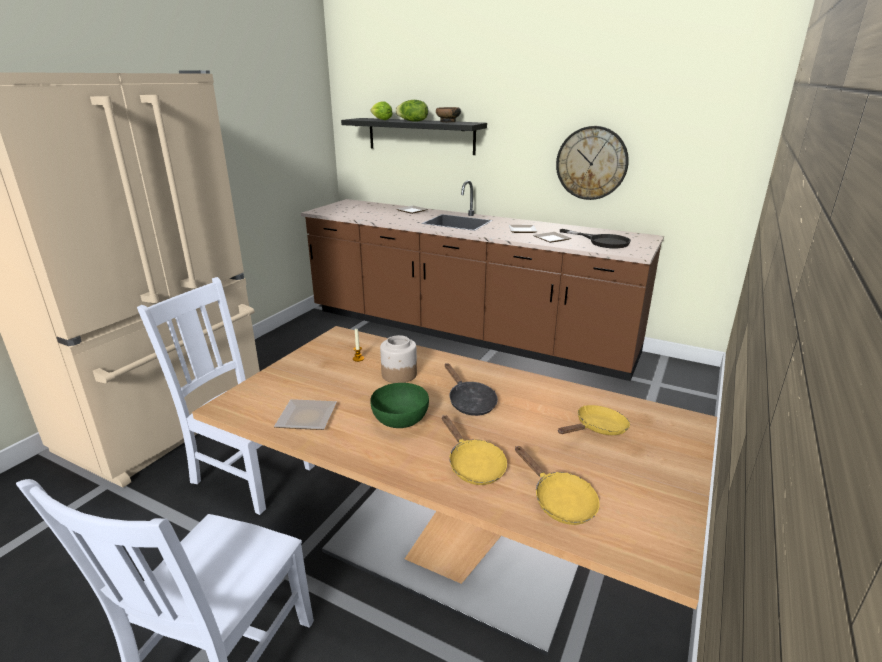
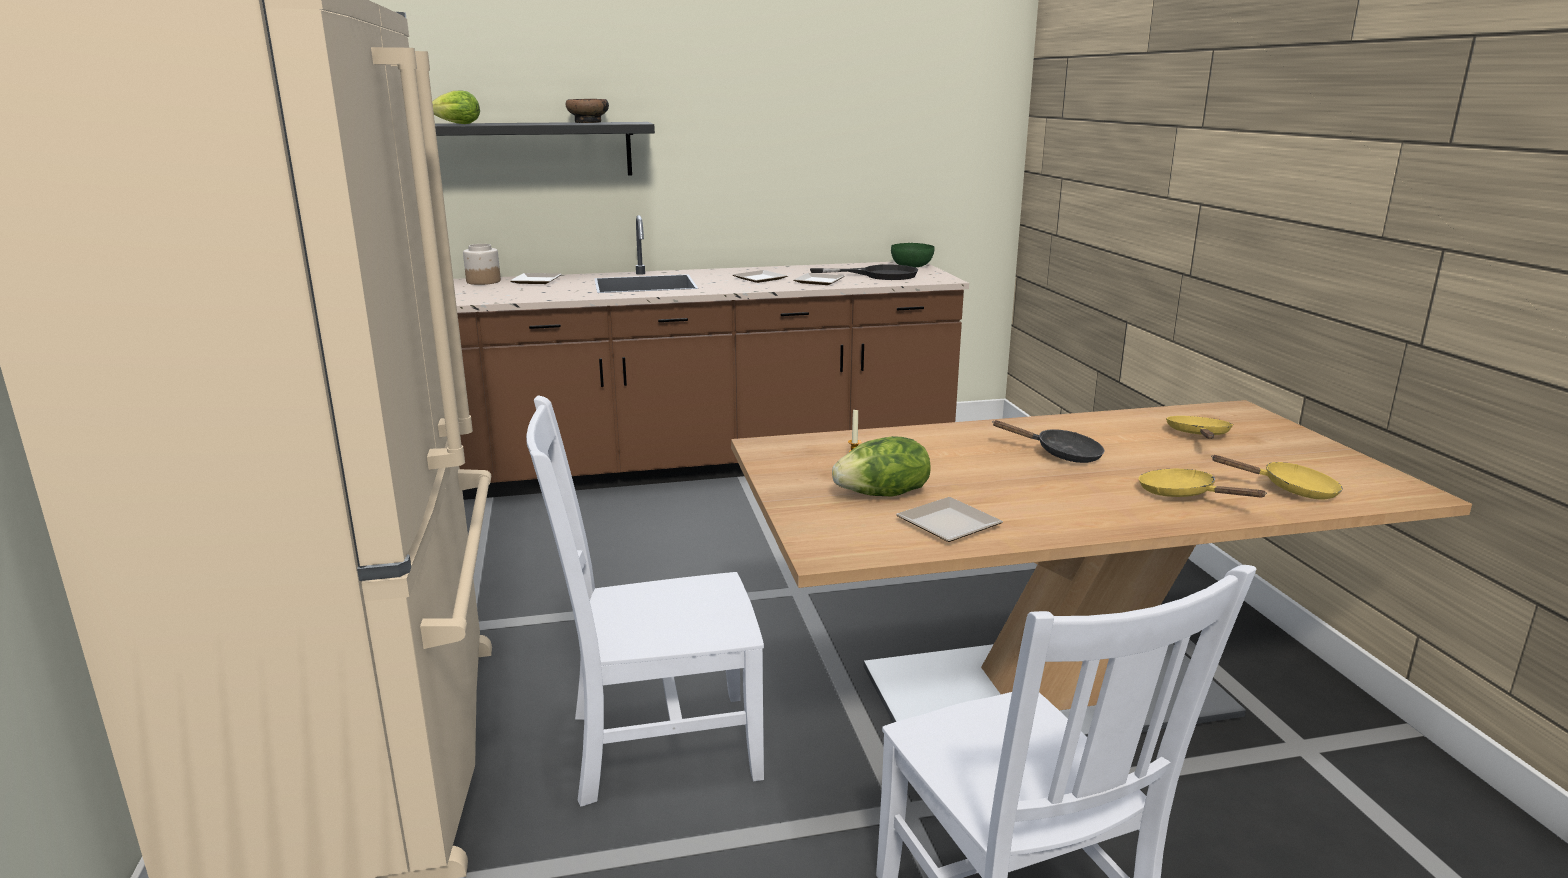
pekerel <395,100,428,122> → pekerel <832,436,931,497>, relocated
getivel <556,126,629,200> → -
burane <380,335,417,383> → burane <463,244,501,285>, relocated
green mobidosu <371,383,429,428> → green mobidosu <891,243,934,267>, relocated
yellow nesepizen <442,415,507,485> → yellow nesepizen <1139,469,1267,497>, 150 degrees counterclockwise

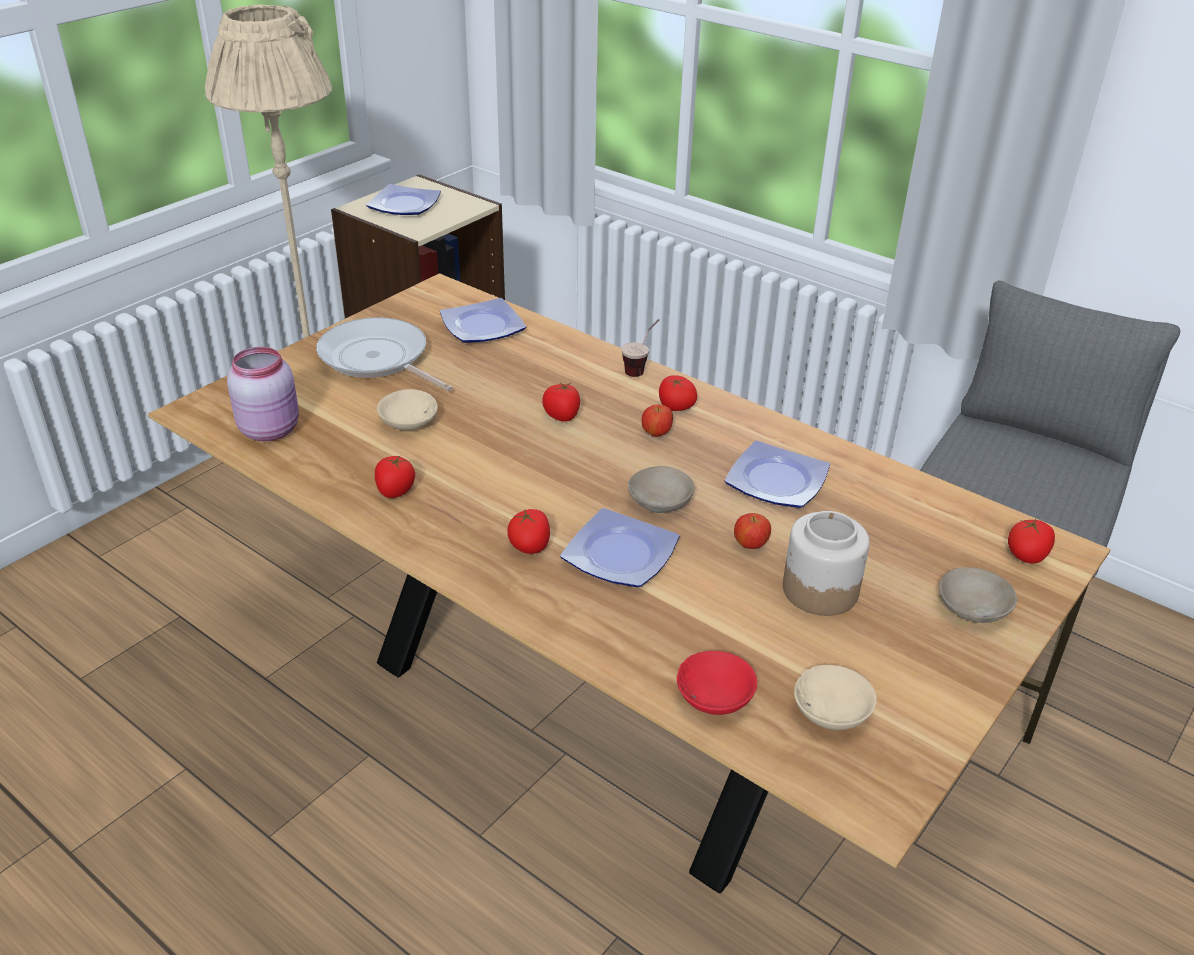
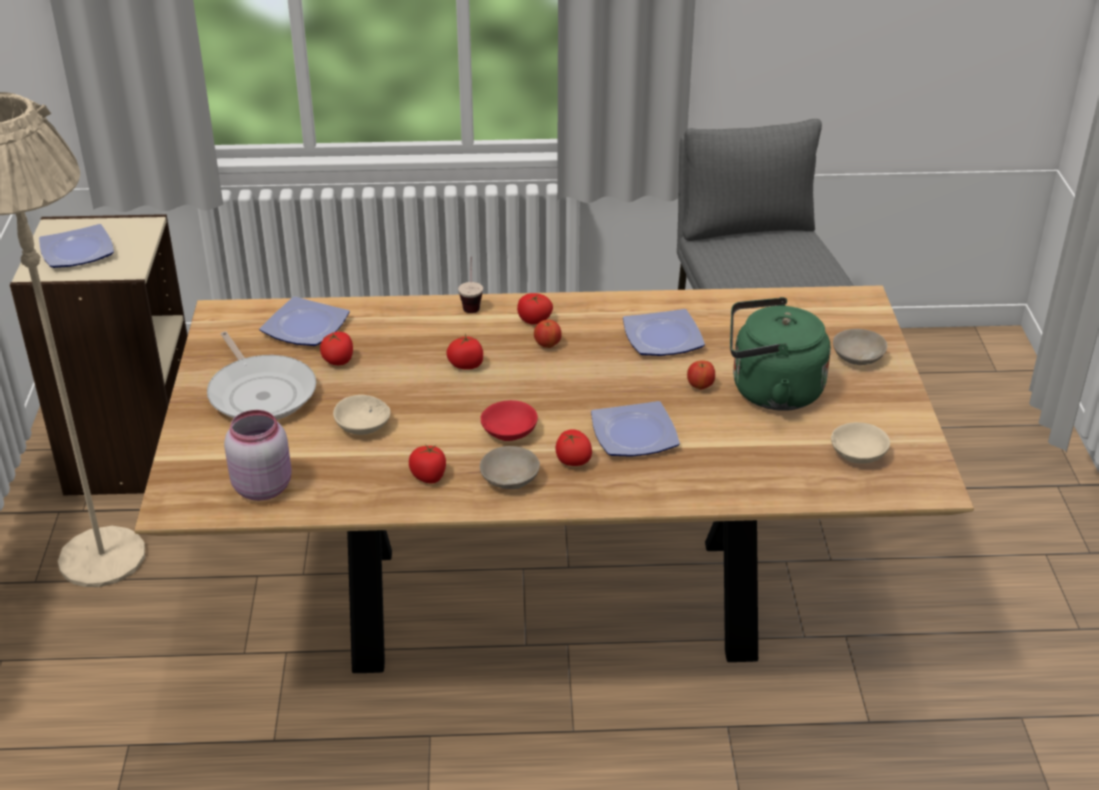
nesepizen <316,317,453,391> → nesepizen <207,331,316,420>, 120 degrees counterclockwise
beige mobidosu <628,466,694,513> → beige mobidosu <480,446,540,489>, relocated
burane <783,511,870,616> → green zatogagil <730,297,831,411>
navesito <1008,519,1055,564> → navesito <320,332,353,365>, relocated
red mobidosu <677,651,757,715> → red mobidosu <481,400,538,441>, relocated

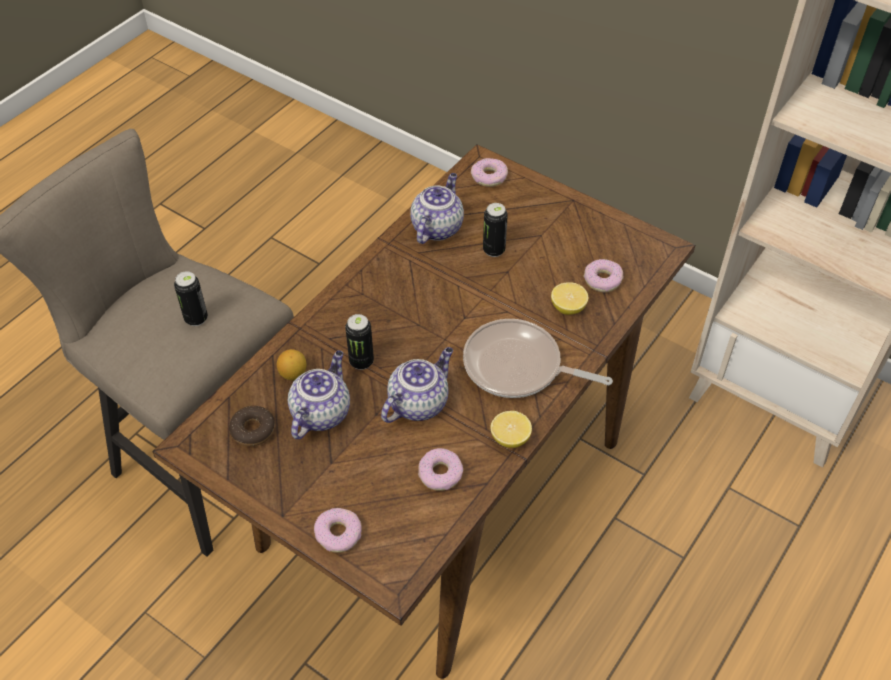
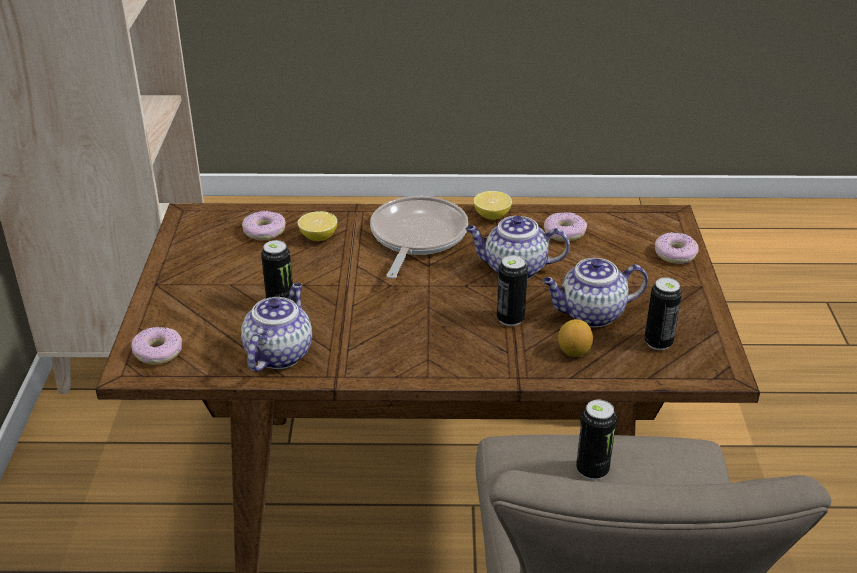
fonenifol <410,173,464,244> → fonenifol <241,283,312,372>, 120 degrees clockwise
nesepizen <463,319,613,398> → nesepizen <370,196,468,279>, 150 degrees counterclockwise
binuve <229,406,275,446> → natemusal <644,277,682,350>

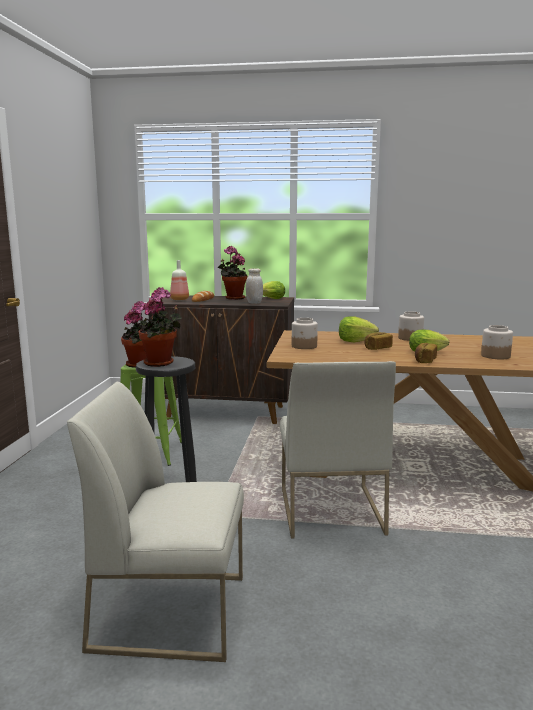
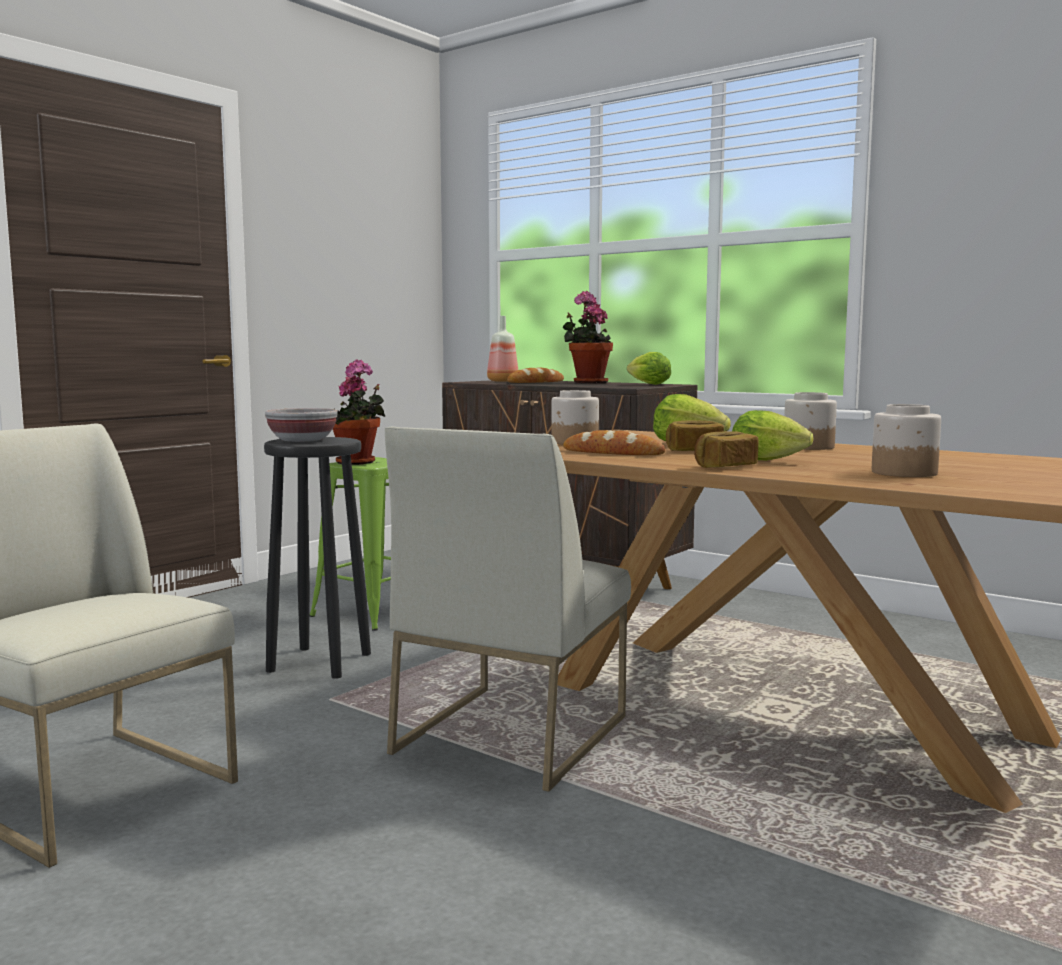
white burane <246,268,263,304> → -
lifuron <139,287,182,367> → mobidosu <265,408,338,442>
- → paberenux <563,430,665,455>

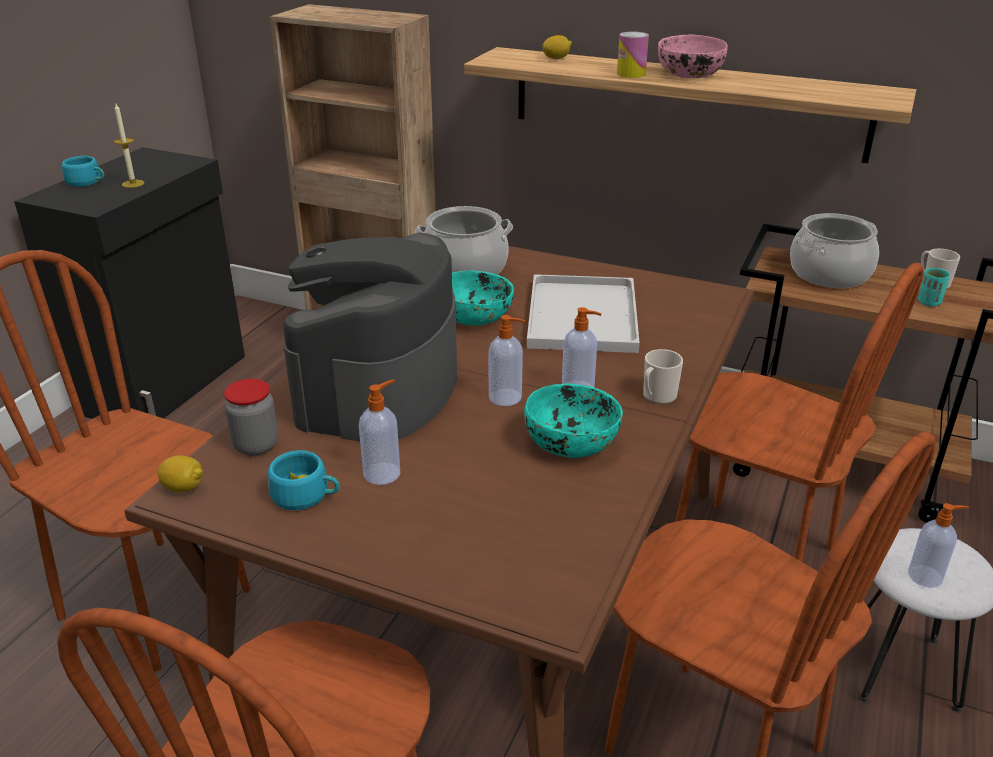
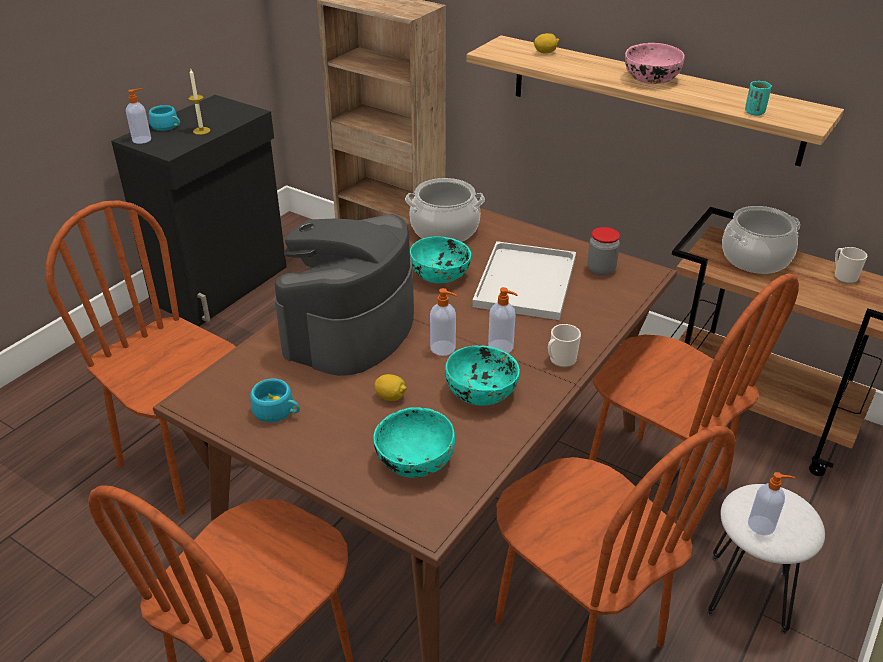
natemusal <617,31,649,78> → -
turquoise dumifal <918,268,950,306> → turquoise dumifal <745,81,772,116>, relocated
burane <224,379,278,456> → burane <587,227,620,276>, relocated
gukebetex <359,379,400,485> → gukebetex <126,88,151,144>, relocated
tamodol <158,455,203,492> → tamodol <374,374,407,401>, relocated
- → turquoise mobidosu <373,407,455,478>

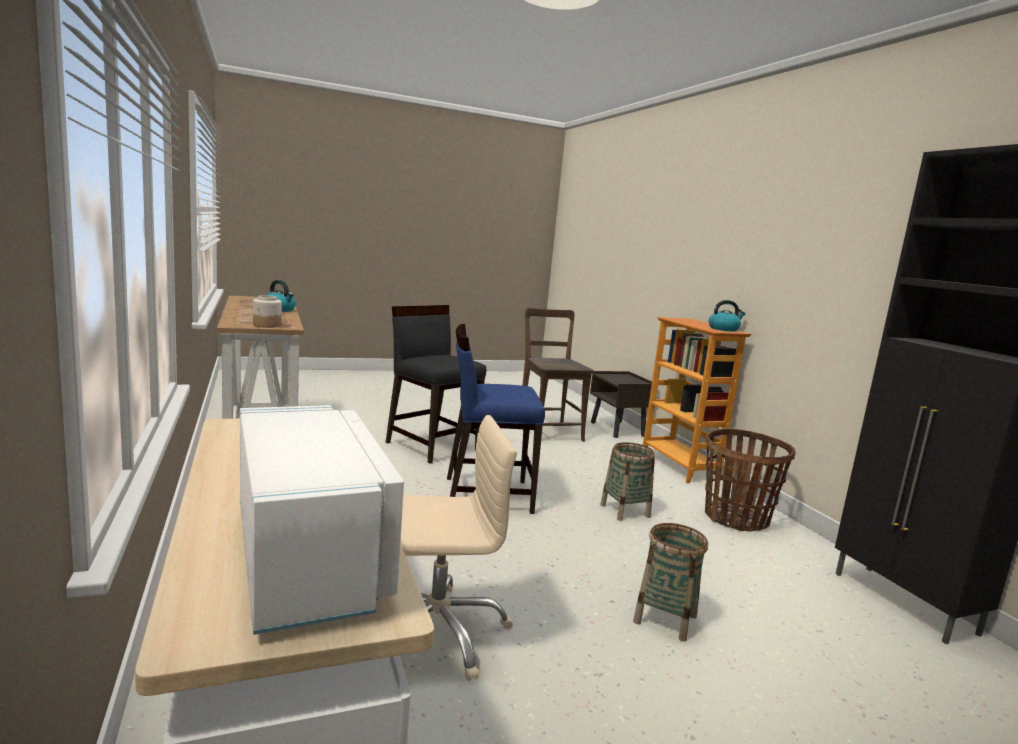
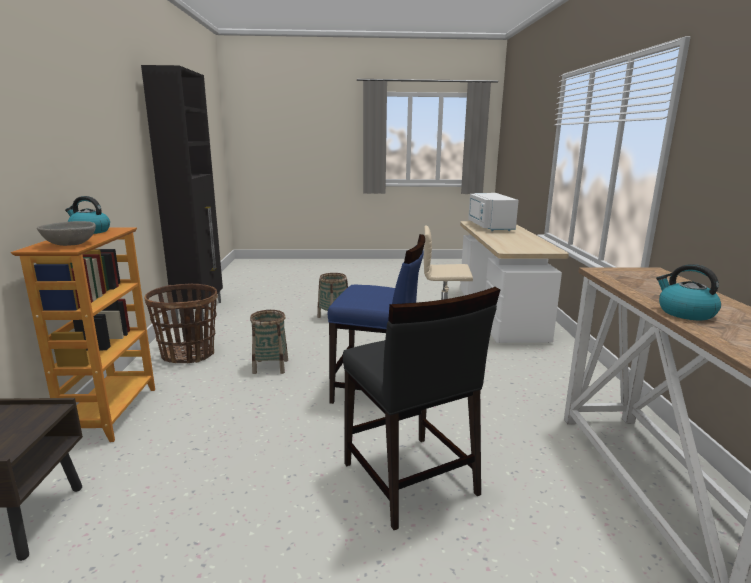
burane <253,295,282,328> → -
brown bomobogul <522,308,594,441> → -
- → grey mobidosu <37,221,96,246>

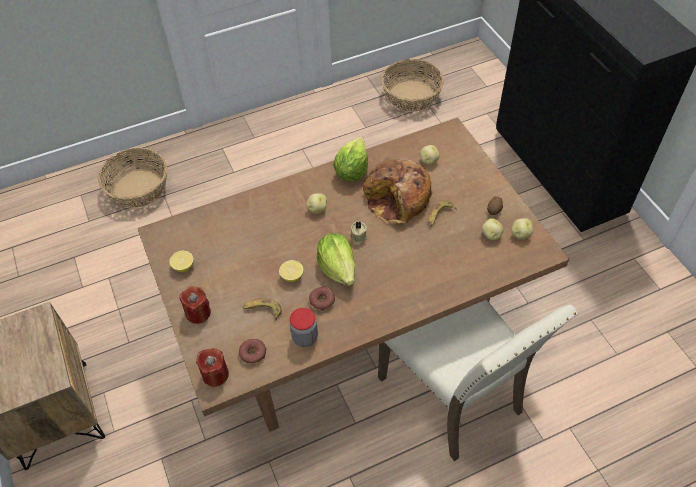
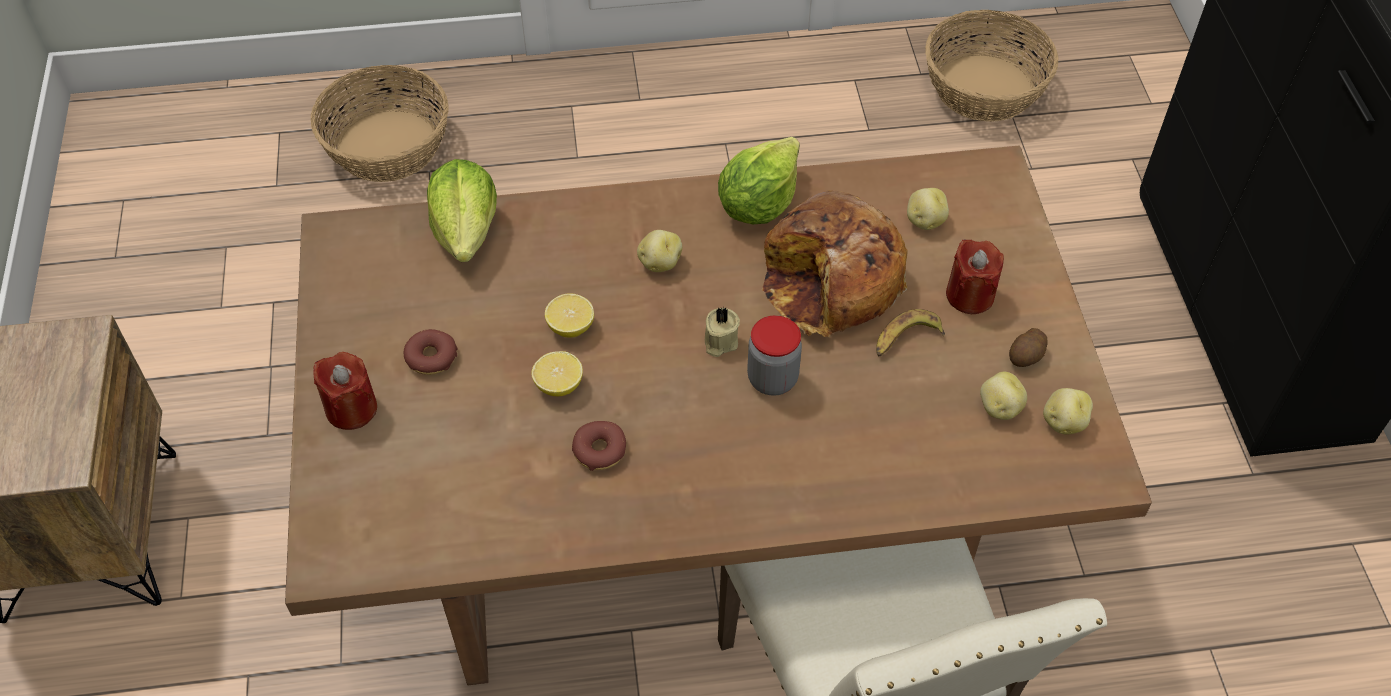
pekerel <317,233,355,286> → pekerel <427,159,497,262>, relocated
tamodol <169,251,194,272> → tamodol <545,293,594,338>, relocated
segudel <243,298,282,320> → -
burane <290,308,318,347> → burane <747,315,802,396>, relocated
binuve <239,339,267,364> → binuve <403,329,457,375>, relocated
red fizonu <196,348,229,387> → red fizonu <946,240,1004,314>, relocated

